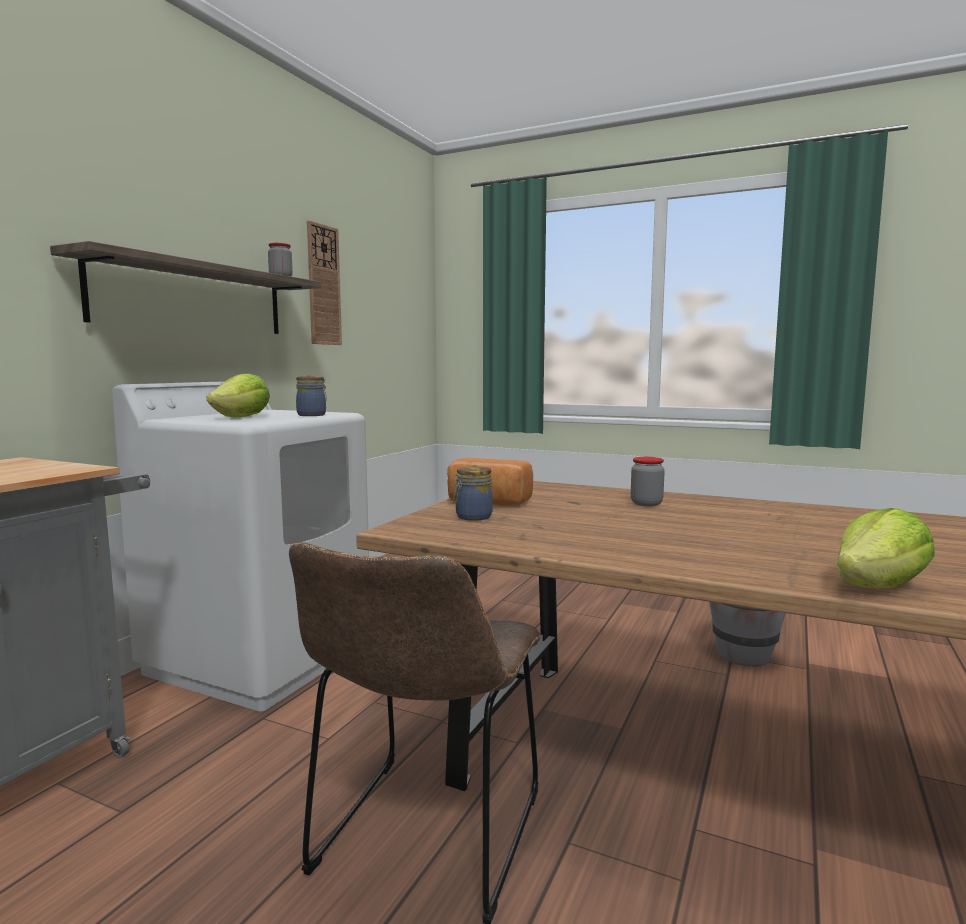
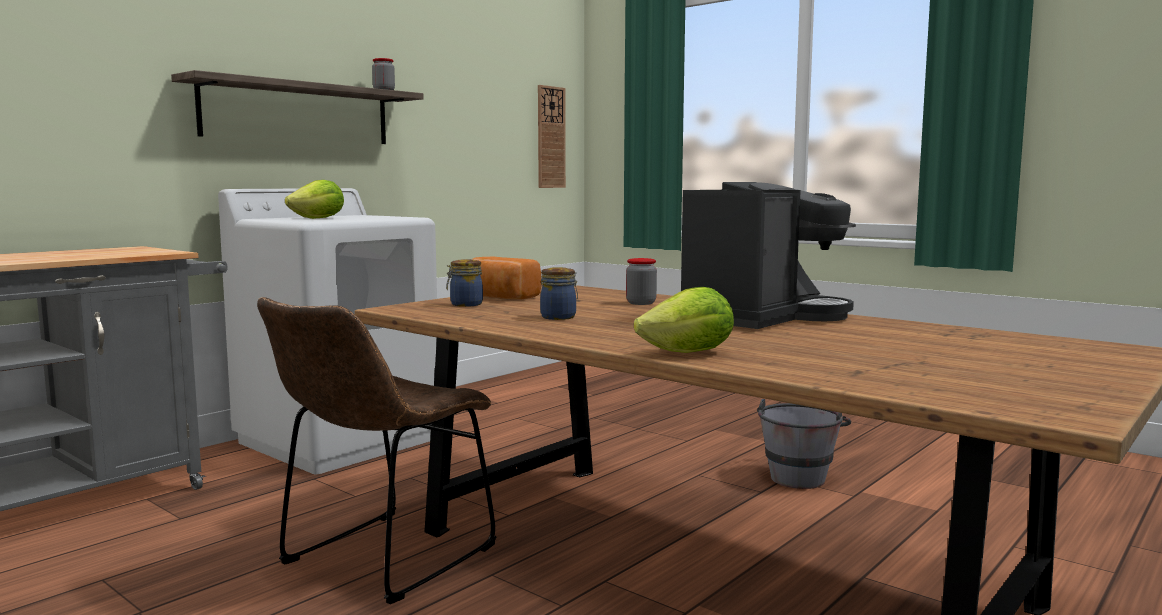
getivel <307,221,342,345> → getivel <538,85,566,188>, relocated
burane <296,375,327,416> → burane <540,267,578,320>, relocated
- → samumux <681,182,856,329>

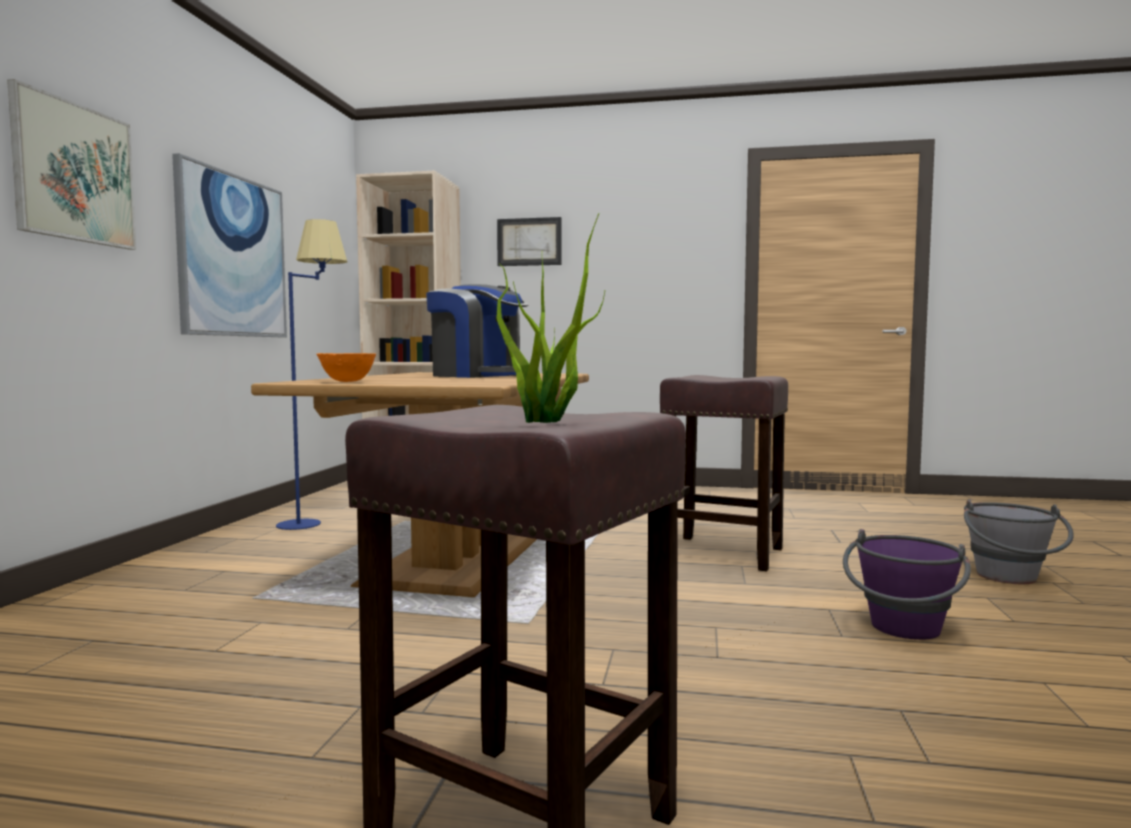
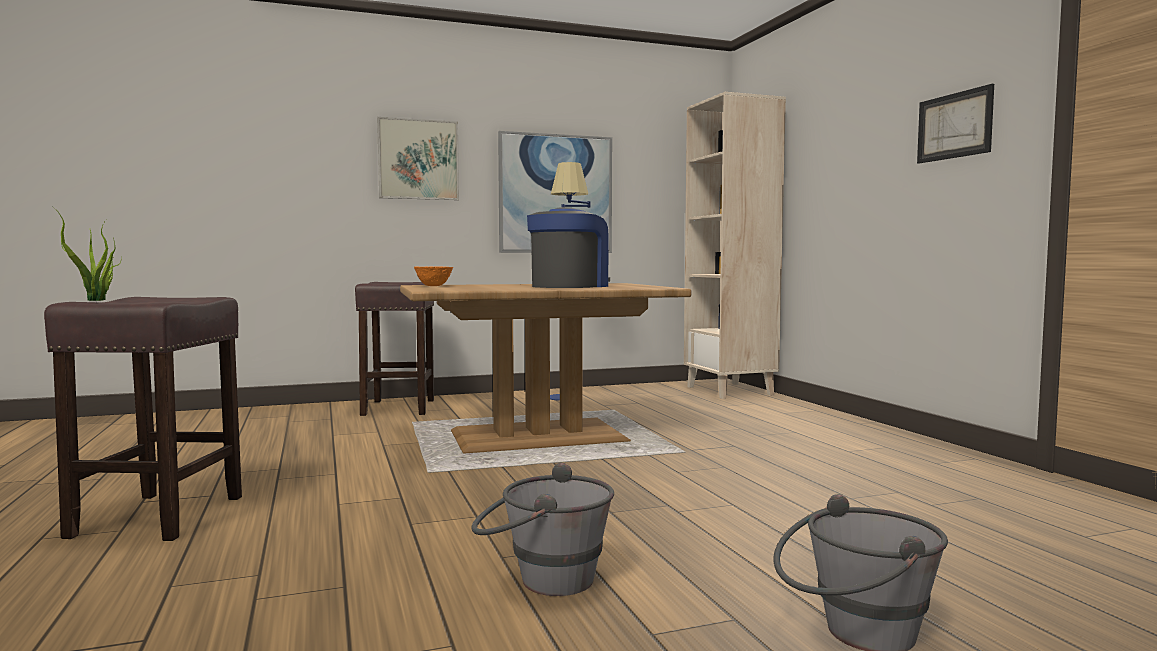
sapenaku <497,217,562,266> → sapenaku <917,84,994,164>, relocated
samumux <426,284,529,378> → samumux <527,207,610,288>, 150 degrees counterclockwise
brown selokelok <660,375,788,572> → brown selokelok <355,282,434,416>, relocated
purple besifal <843,529,971,640> → grey besifal <471,463,614,596>

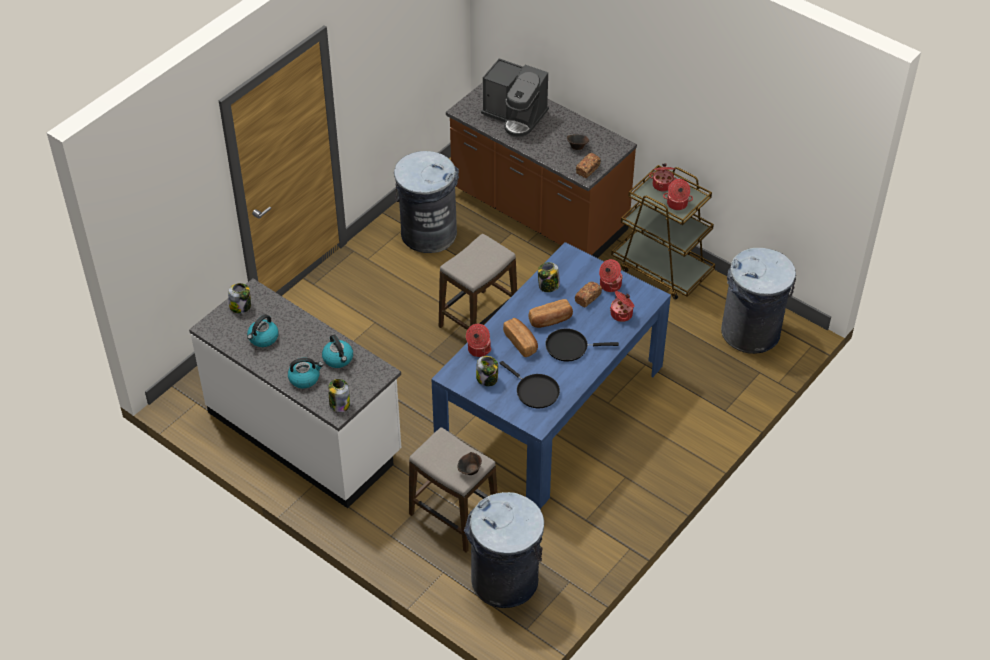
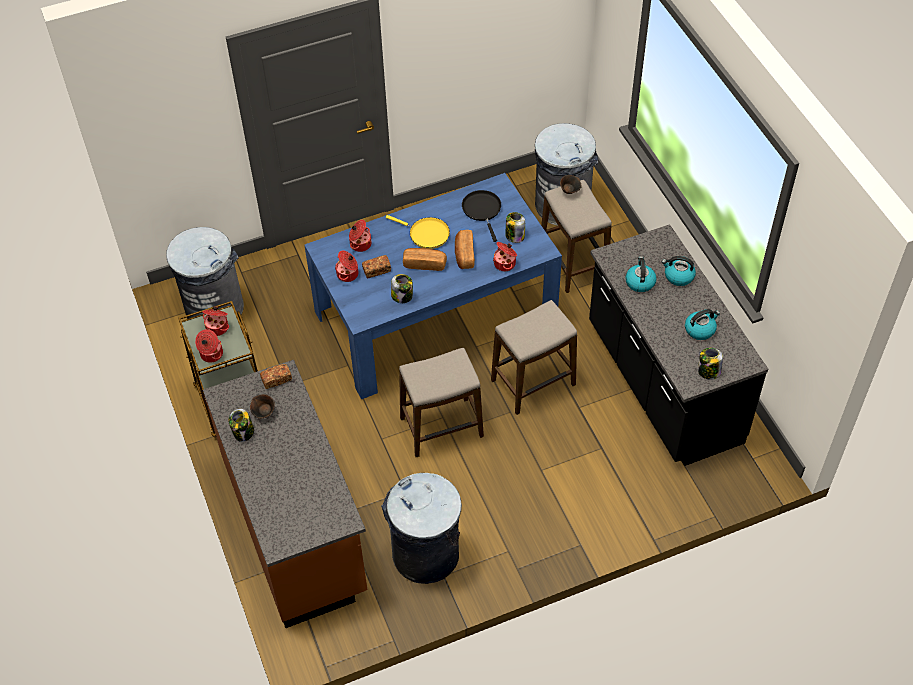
samumux <481,58,549,138> → -
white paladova <189,278,401,508> → black paladova <589,224,768,466>
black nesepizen <545,328,619,362> → yellow nesepizen <386,215,450,249>
burane <328,379,350,413> → burane <228,409,254,442>, relocated
- → selokelok <491,300,577,415>

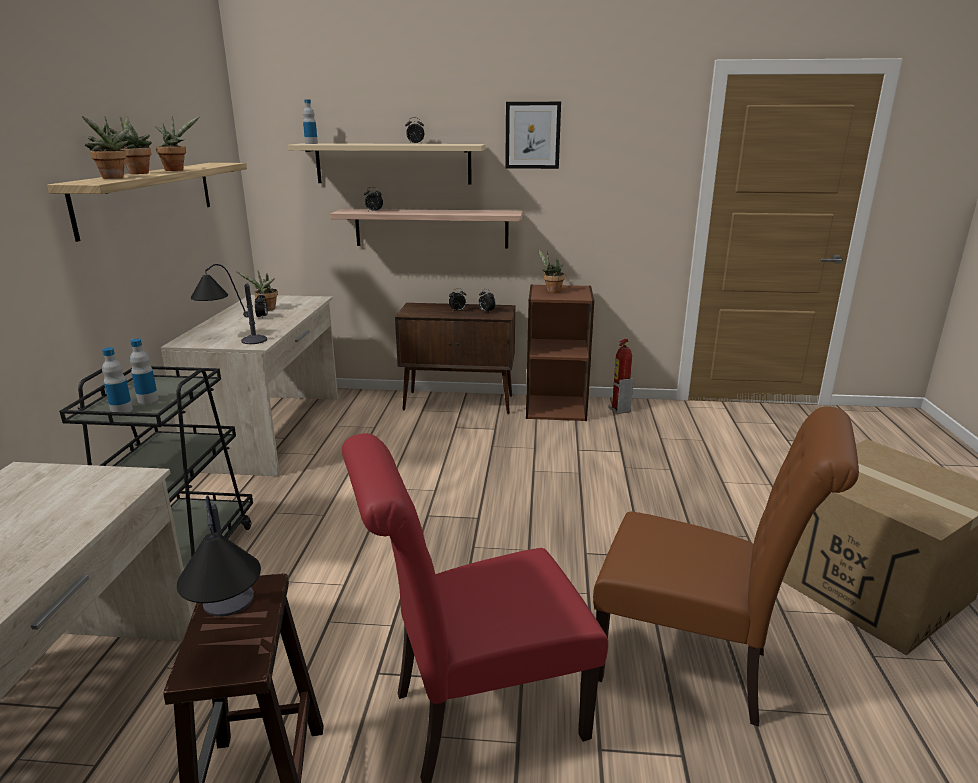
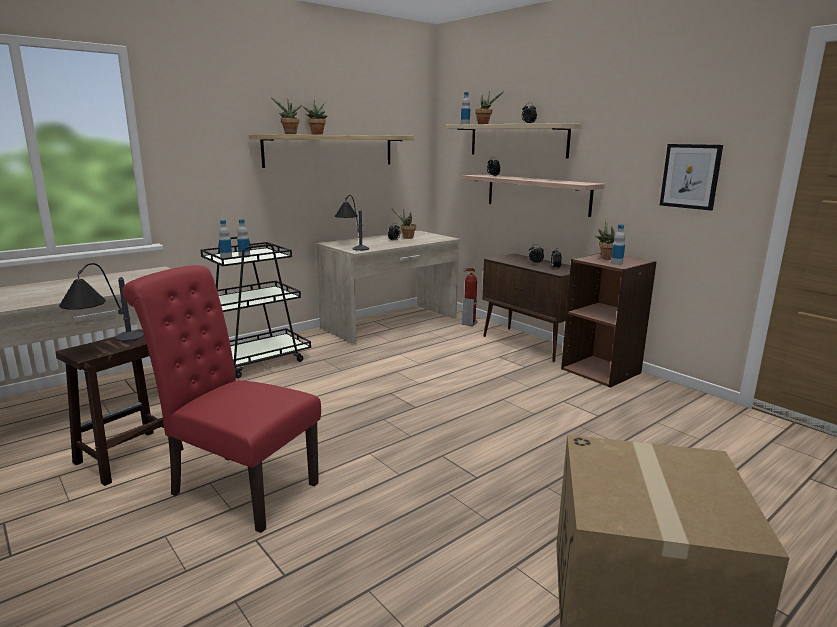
sapenaku <505,102,561,169> → sapenaku <660,144,723,211>, relocated
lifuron <155,116,200,171> → lifuron <475,91,504,124>, relocated
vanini <609,339,634,414> → vanini <462,268,478,326>, relocated
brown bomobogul <593,406,859,727> → -
- → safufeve <611,224,625,265>

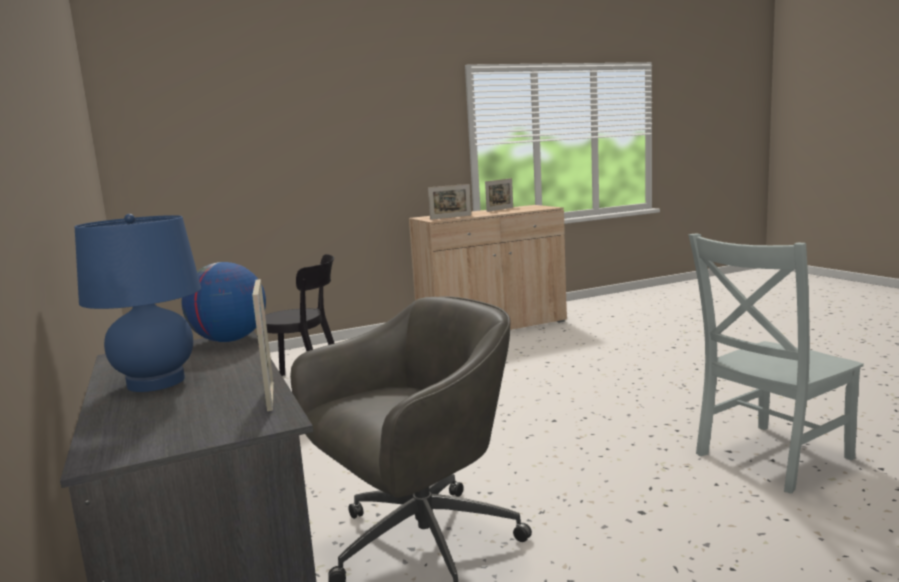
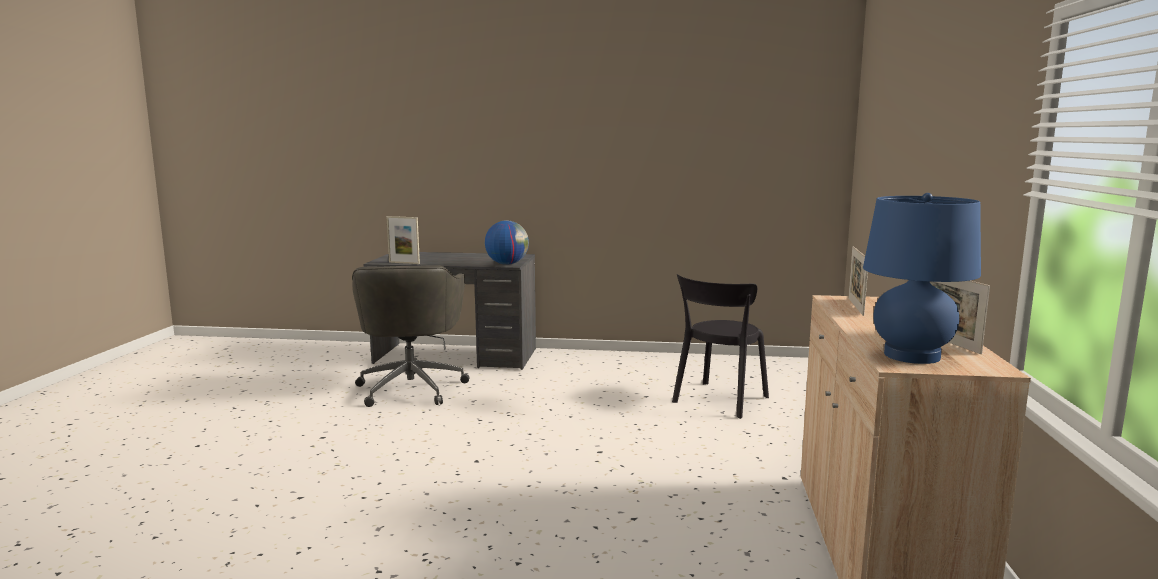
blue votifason <75,214,201,392> → blue votifason <863,193,981,364>, relocated
grey bomobogul <689,233,864,494> → -

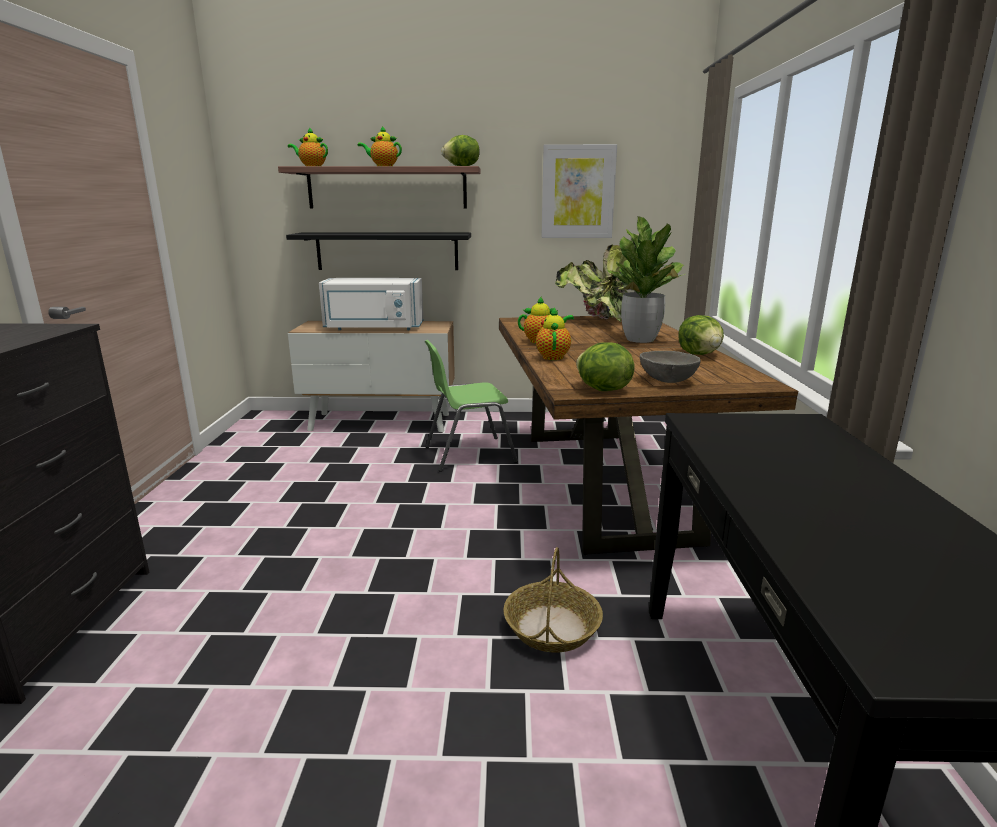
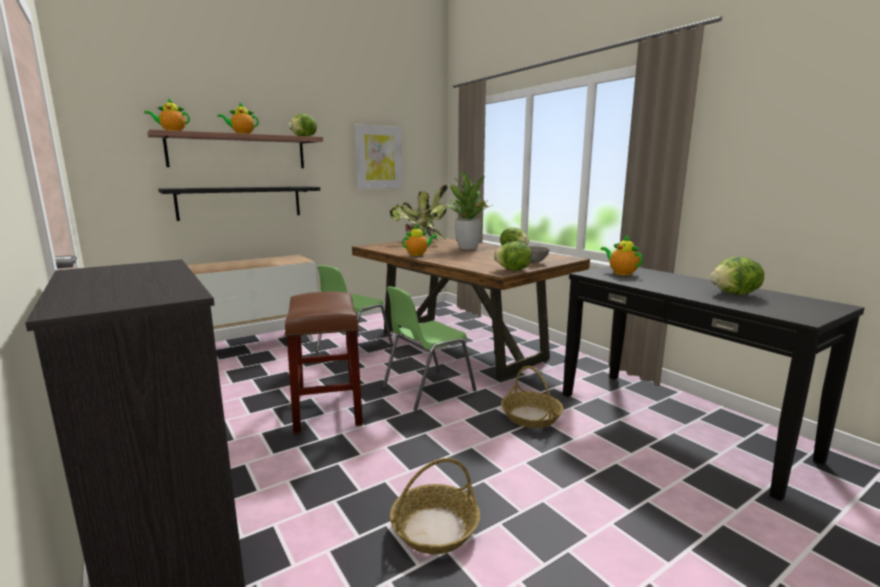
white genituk <319,278,423,330> → -
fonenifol <536,307,571,360> → fonenifol <601,234,643,276>, relocated
- → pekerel <710,257,764,295>
- → green bomobogul <382,286,476,411>
- → brown selokelok <285,291,363,434>
- → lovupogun <390,458,480,554>

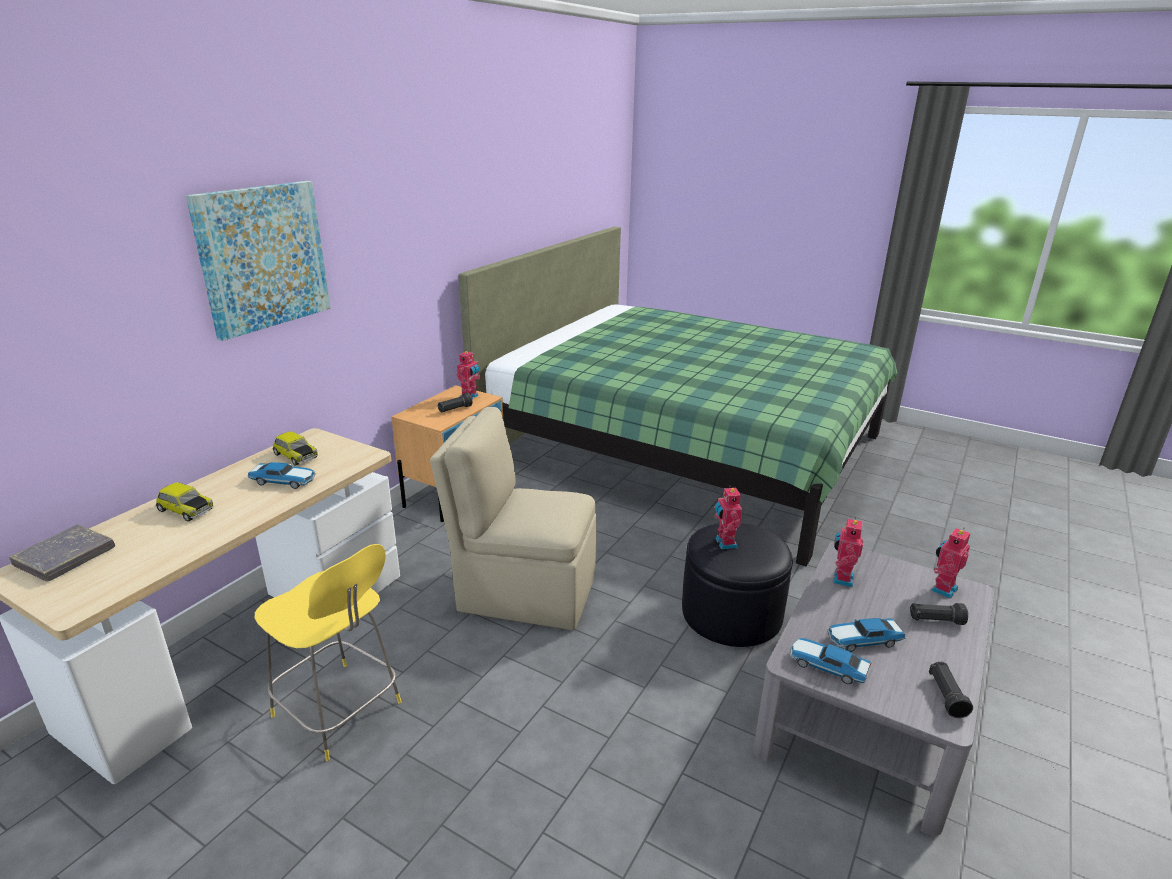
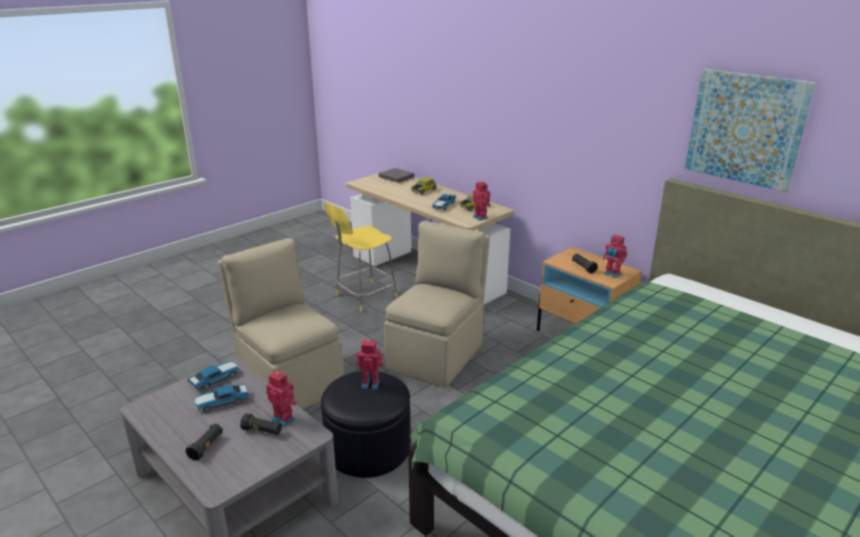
sapenaku <186,181,331,341> → sapenaku <685,69,816,192>, relocated
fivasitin <931,528,971,599> → fivasitin <473,180,491,221>, relocated
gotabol <827,618,905,652> → gotabol <194,384,249,412>, 120 degrees counterclockwise
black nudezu <929,662,973,718> → black nudezu <240,413,282,435>, relocated
- → beige bomobogul <218,238,344,410>

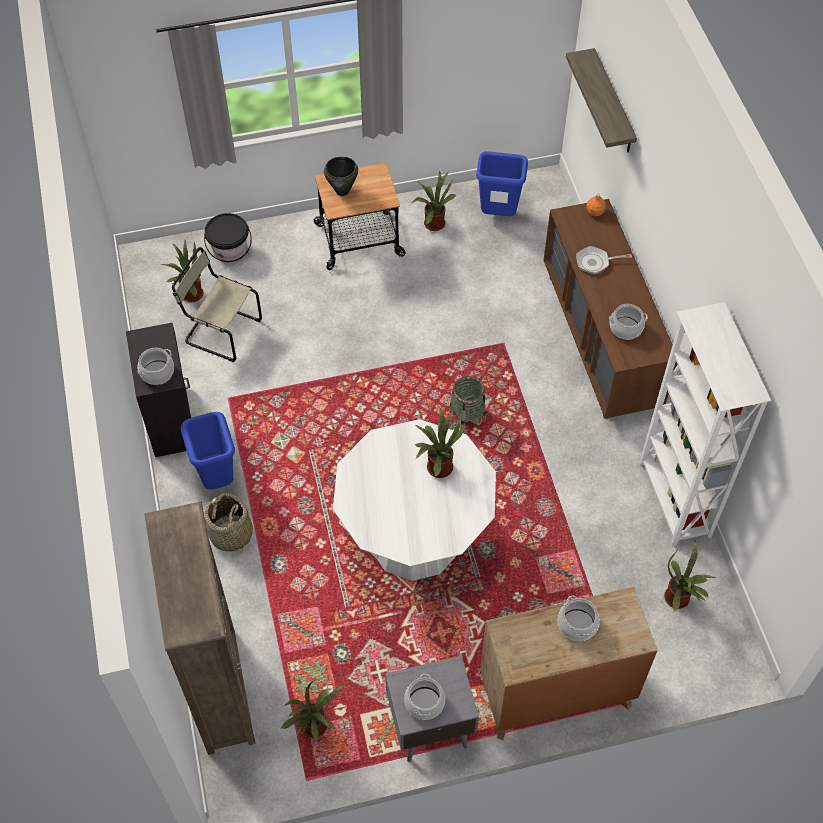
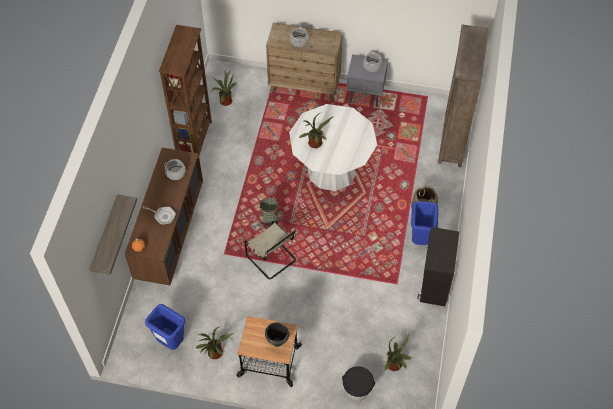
beige bomobogul <172,247,262,362> → beige bomobogul <245,221,296,279>, relocated
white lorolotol <639,302,771,546> → brown lorolotol <159,25,212,155>
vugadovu <138,348,174,385> → -
lifuron <280,678,344,742> → -

